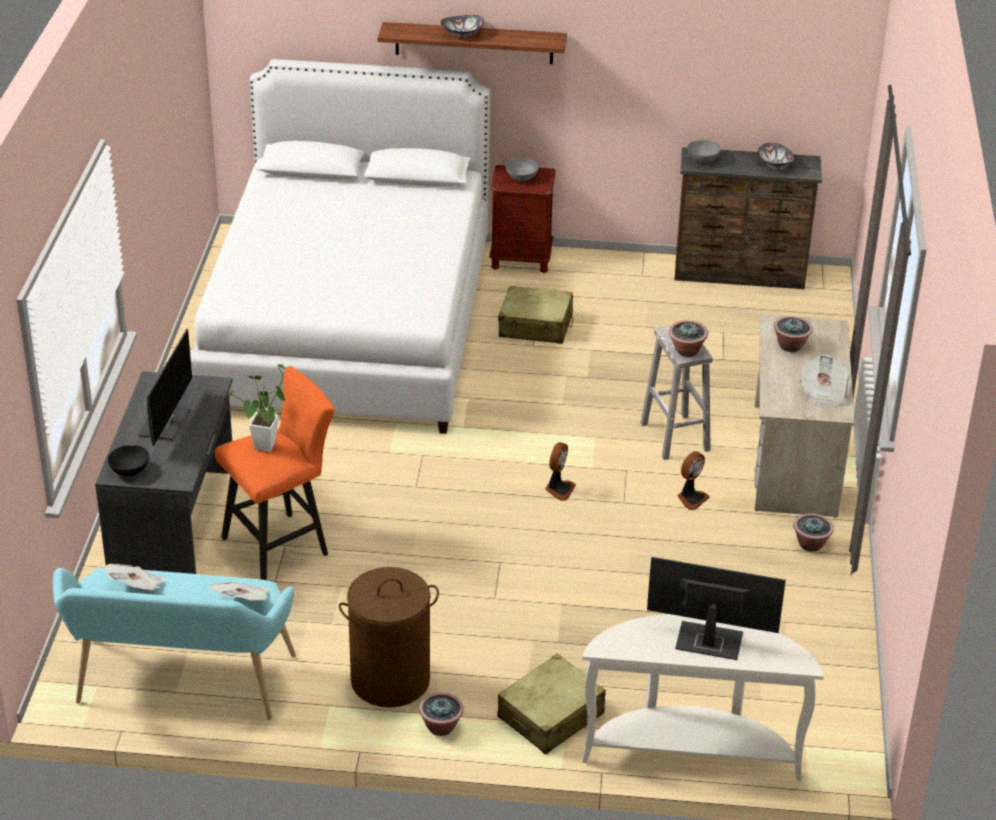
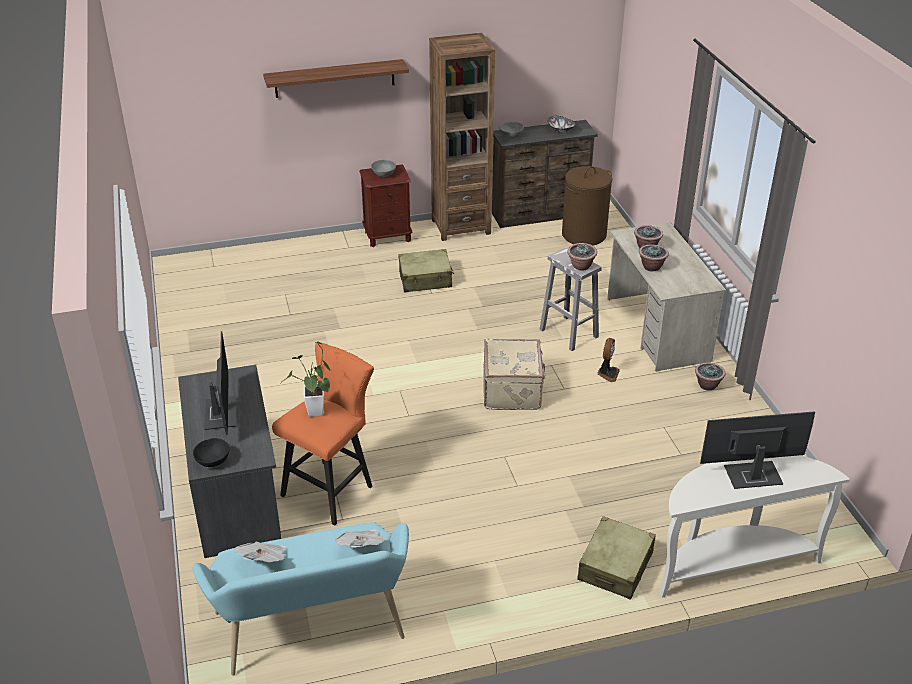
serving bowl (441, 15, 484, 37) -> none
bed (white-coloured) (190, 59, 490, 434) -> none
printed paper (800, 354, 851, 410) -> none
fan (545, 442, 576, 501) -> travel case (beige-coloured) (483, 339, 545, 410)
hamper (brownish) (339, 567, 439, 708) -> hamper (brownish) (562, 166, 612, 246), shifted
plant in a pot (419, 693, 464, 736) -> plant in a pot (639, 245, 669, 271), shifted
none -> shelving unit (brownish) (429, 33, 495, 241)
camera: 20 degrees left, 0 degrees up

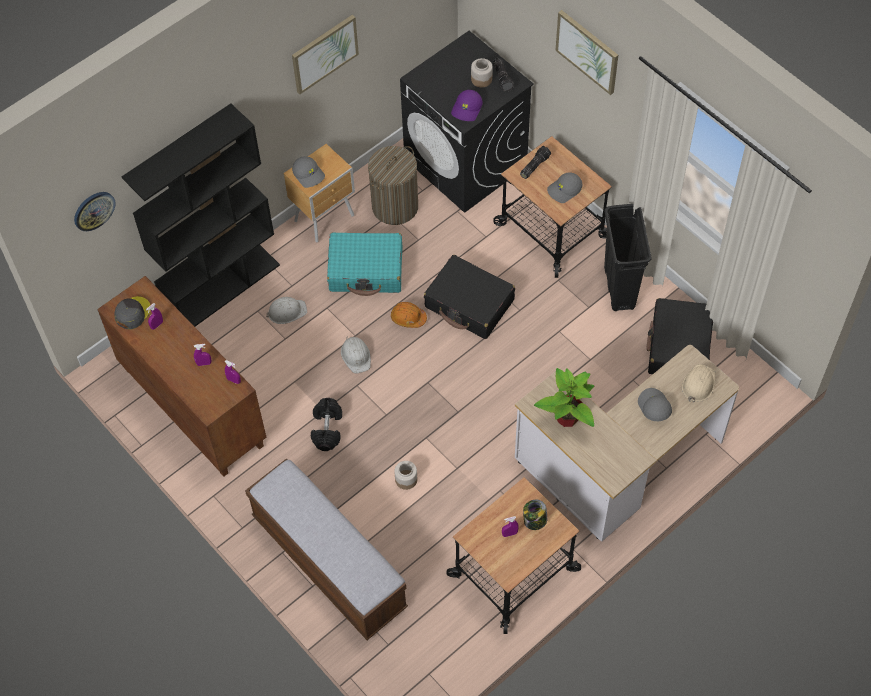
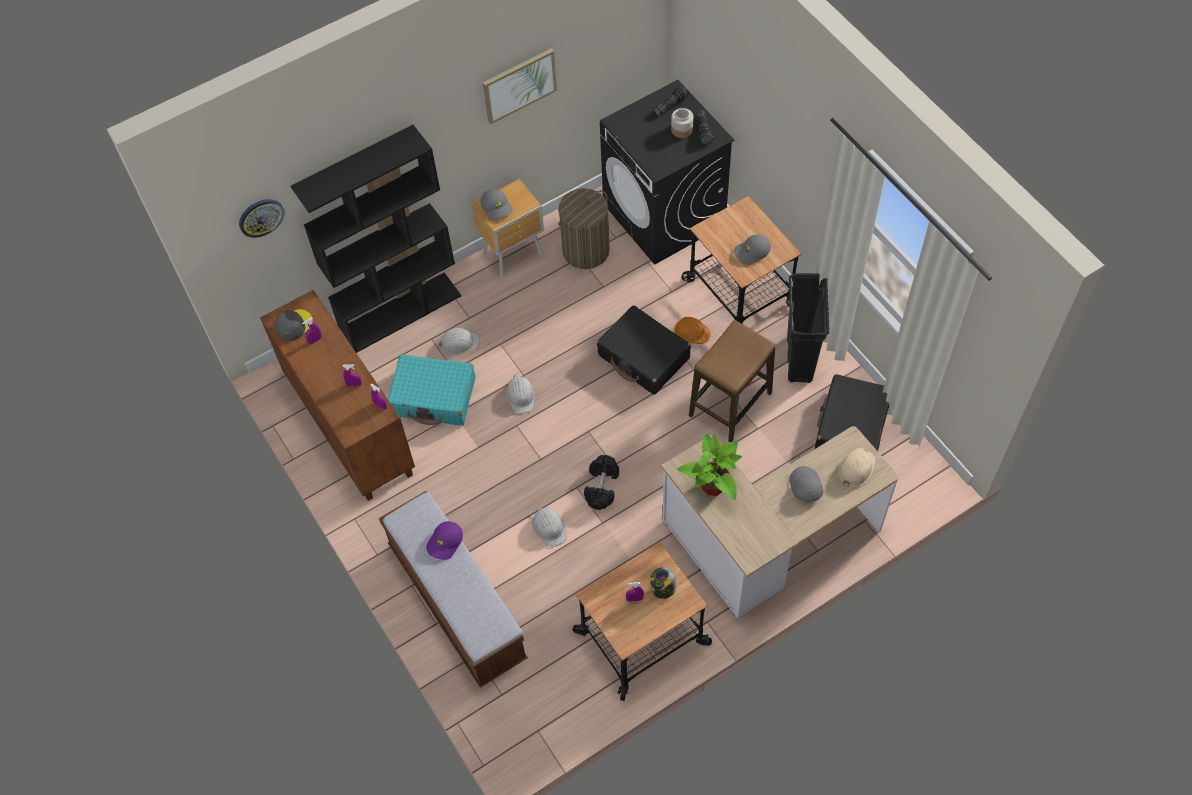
wall art (555, 10, 618, 95) -> none
baseball cap (purple) (451, 90, 482, 121) -> baseball cap (purple) (426, 521, 463, 560), shifted
hand torch (520, 146, 551, 179) -> hand torch (654, 85, 689, 116), shifted
travel case (blue-green) (327, 232, 402, 296) -> travel case (blue-green) (388, 354, 475, 426), shifted
safety helmet (orangey) (391, 302, 427, 328) -> safety helmet (orangey) (675, 317, 711, 344), shifted
dumbbell (black) (311, 398, 342, 451) -> dumbbell (black) (584, 455, 619, 510), shifted
jar (394, 461, 417, 490) -> safety helmet (white-coloured) (532, 508, 567, 547)
none -> sitting stool (689, 320, 775, 442)
camera: 10 degrees right, 0 degrees up

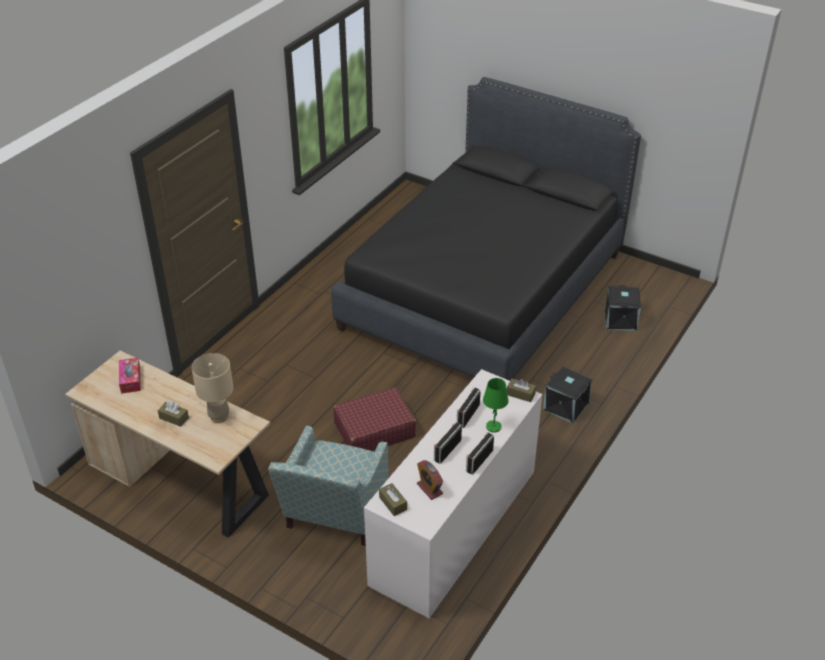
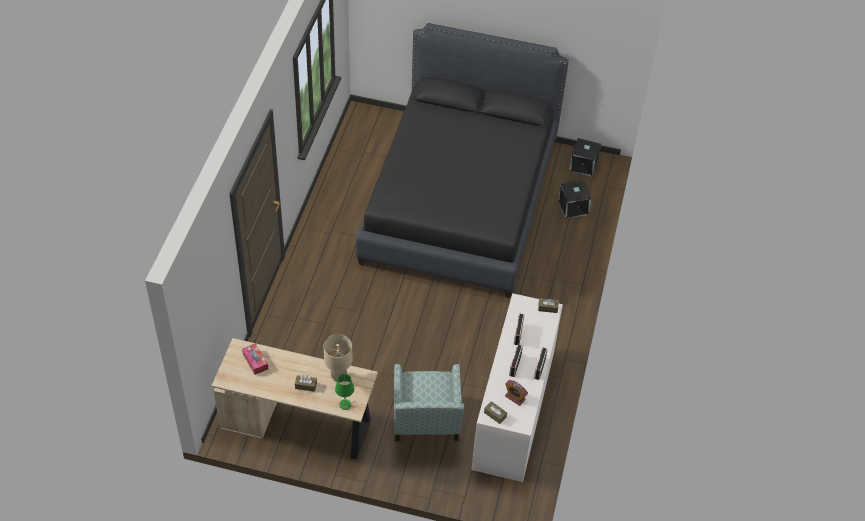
storage bin (black) (543, 367, 592, 423) -> storage bin (black) (569, 138, 601, 176), shifted
tabletop lamp (green) (483, 378, 508, 433) -> tabletop lamp (green) (335, 374, 354, 410), shifted
travel case (red-coloured) (333, 387, 416, 451) -> none
camera: 20 degrees left, 10 degrees up

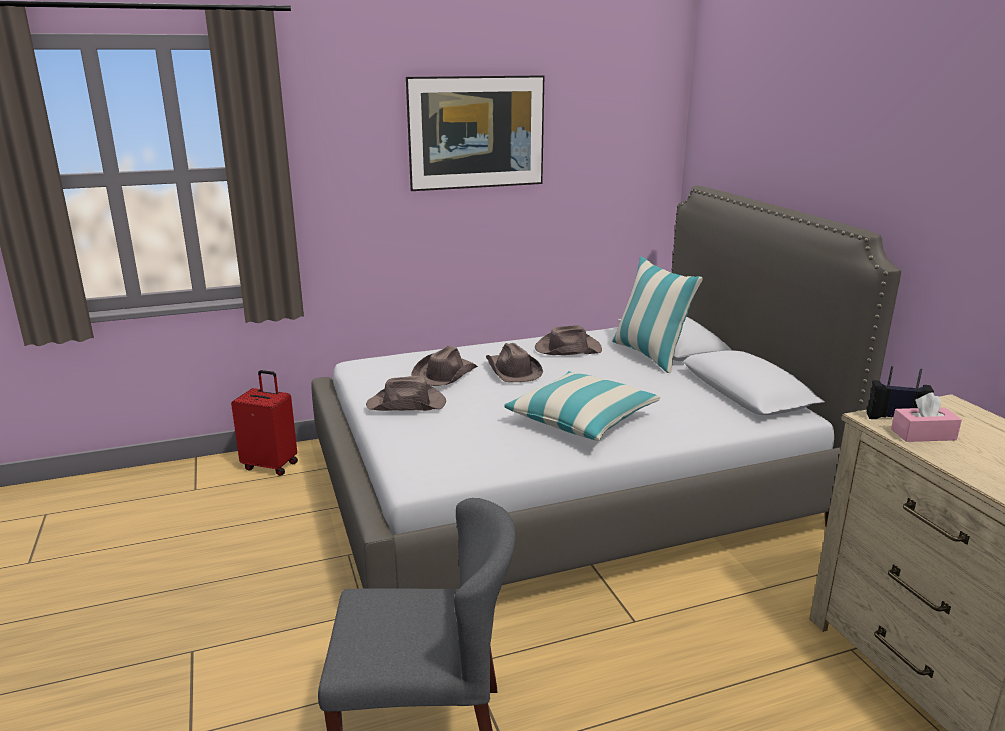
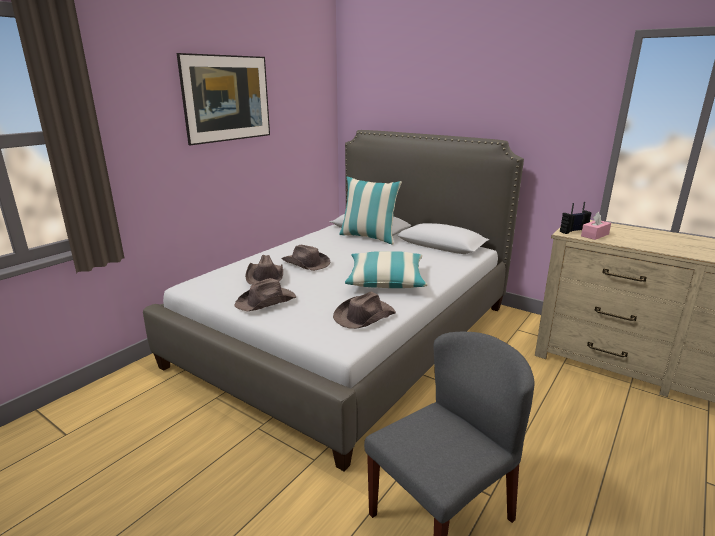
hat (brownish) (535, 325, 602, 355) -> hat (brownish) (333, 292, 396, 329), shifted
travel case (red-coloured) (231, 370, 298, 476) -> none
camera: 35 degrees left, 0 degrees up

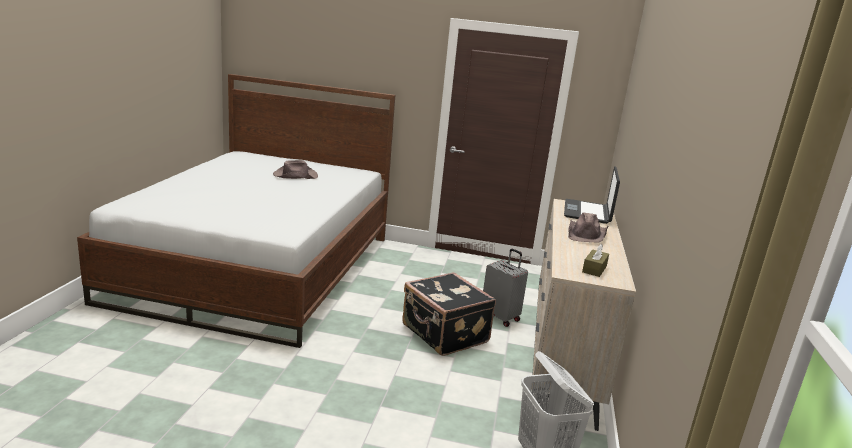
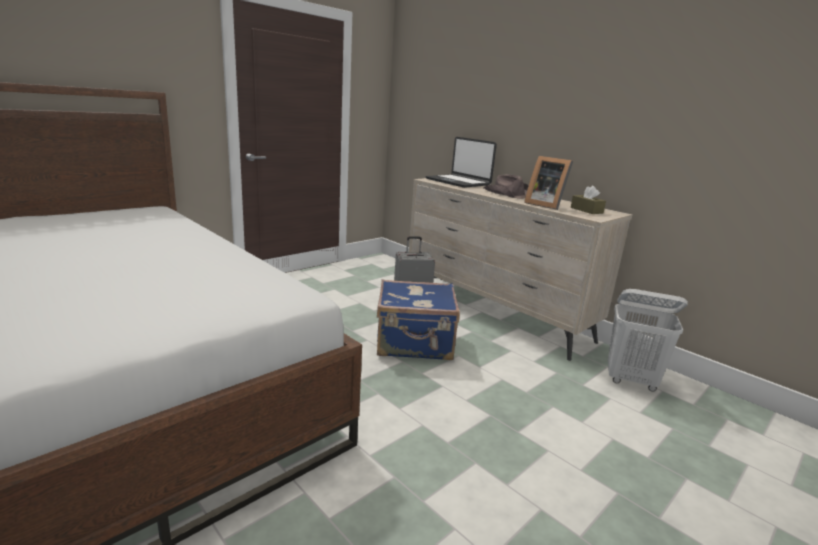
hat (brownish) (273, 160, 318, 179) -> none
travel case (black) (402, 272, 496, 356) -> travel case (bluish) (377, 279, 460, 360)
none -> picture frame (524, 156, 573, 210)
camera: 55 degrees left, 0 degrees up

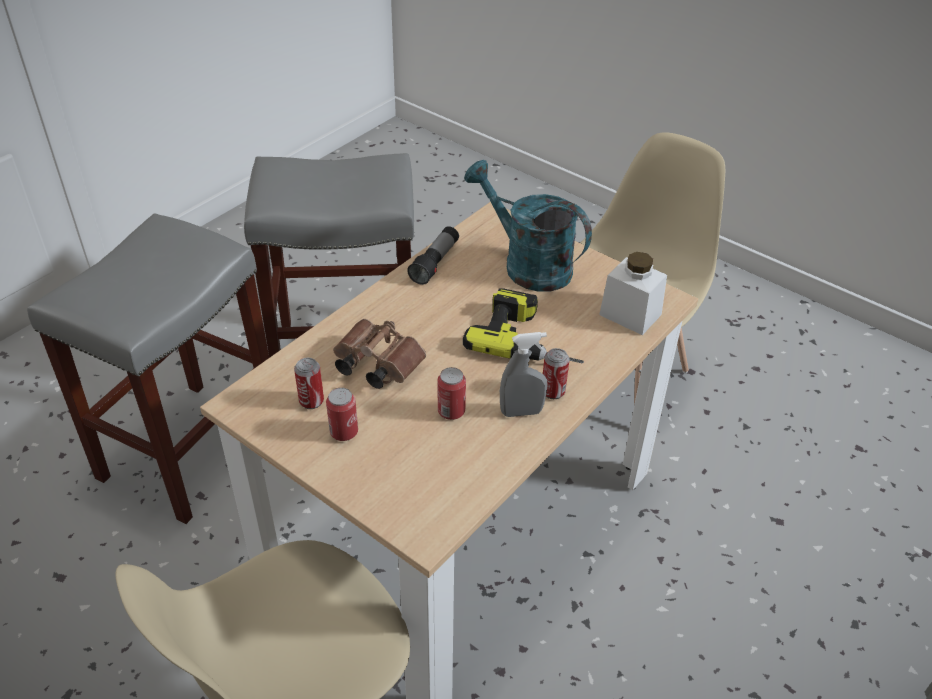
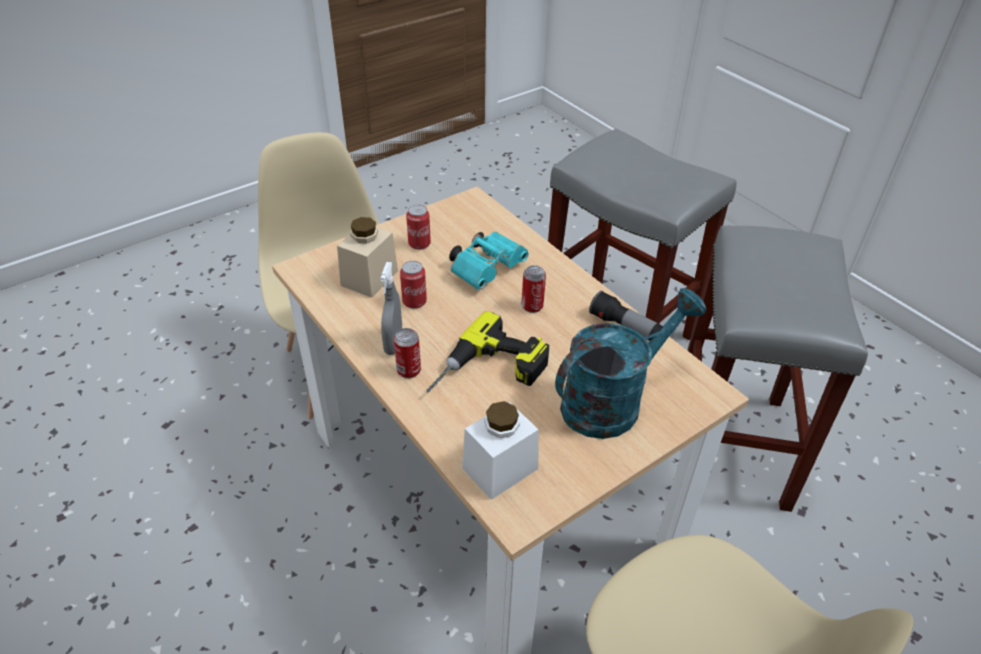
binoculars (brownish) (333, 319, 426, 389) -> binoculars (blue-green) (449, 232, 529, 290)
sealed can (294, 358, 324, 409) -> sealed can (522, 265, 546, 313), shifted
none -> jar (beige-coloured) (337, 217, 398, 298)
camera: 105 degrees right, 0 degrees up

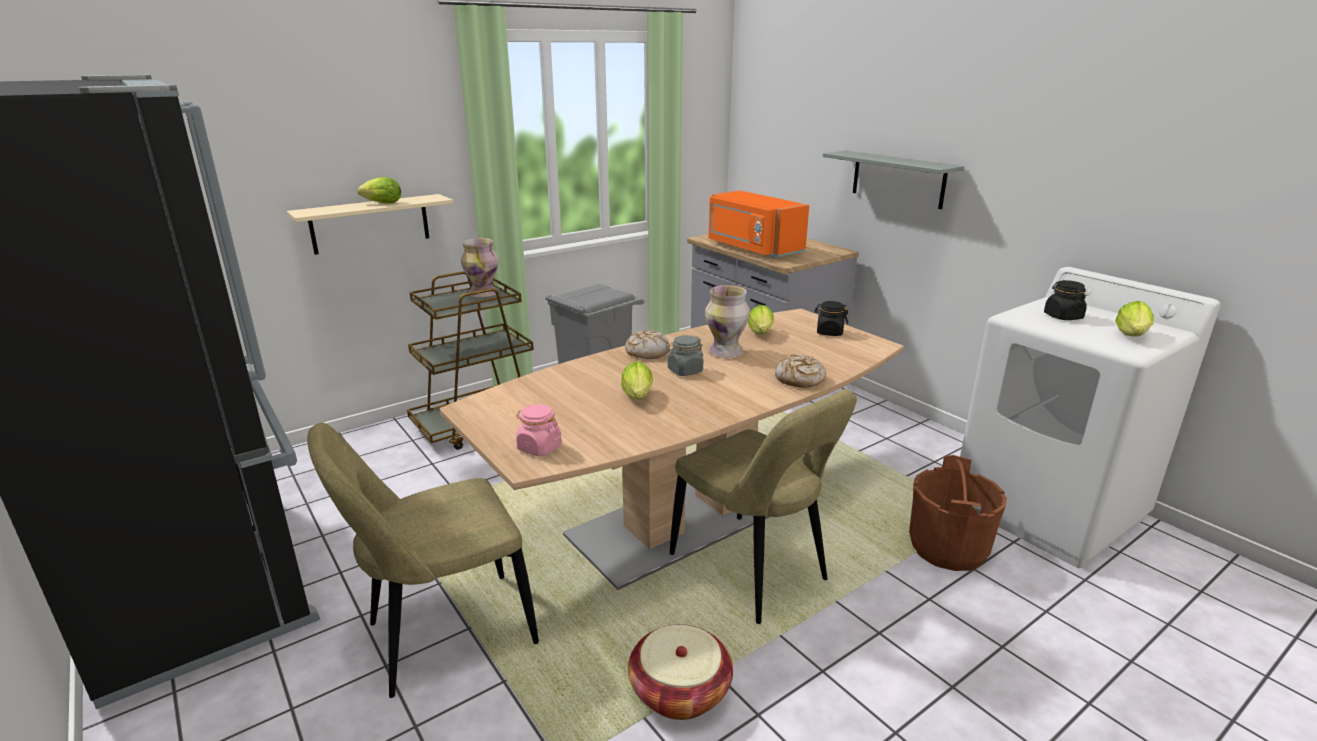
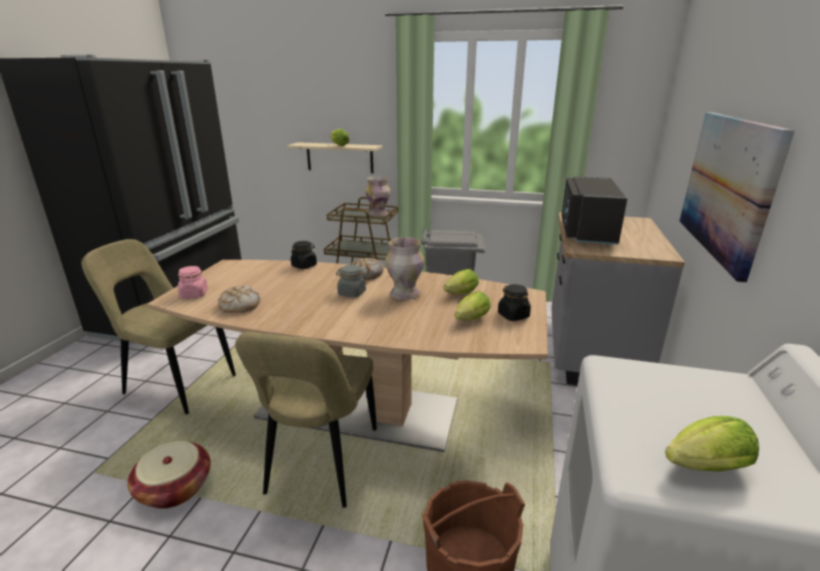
wall shelf (greyish) (823, 151, 964, 209) -> wall art (679, 112, 795, 283)
microwave oven (orangey) (709, 190, 809, 258) -> microwave oven (black) (562, 177, 627, 245)
jar (black) (1044, 280, 1087, 320) -> jar (black) (291, 241, 317, 269), shifted
bakery bread (775, 354, 826, 388) -> bakery bread (218, 286, 260, 313), shifted
head of lettuce (621, 361, 653, 400) -> head of lettuce (455, 291, 491, 321), shifted
camera: 50 degrees right, 0 degrees up

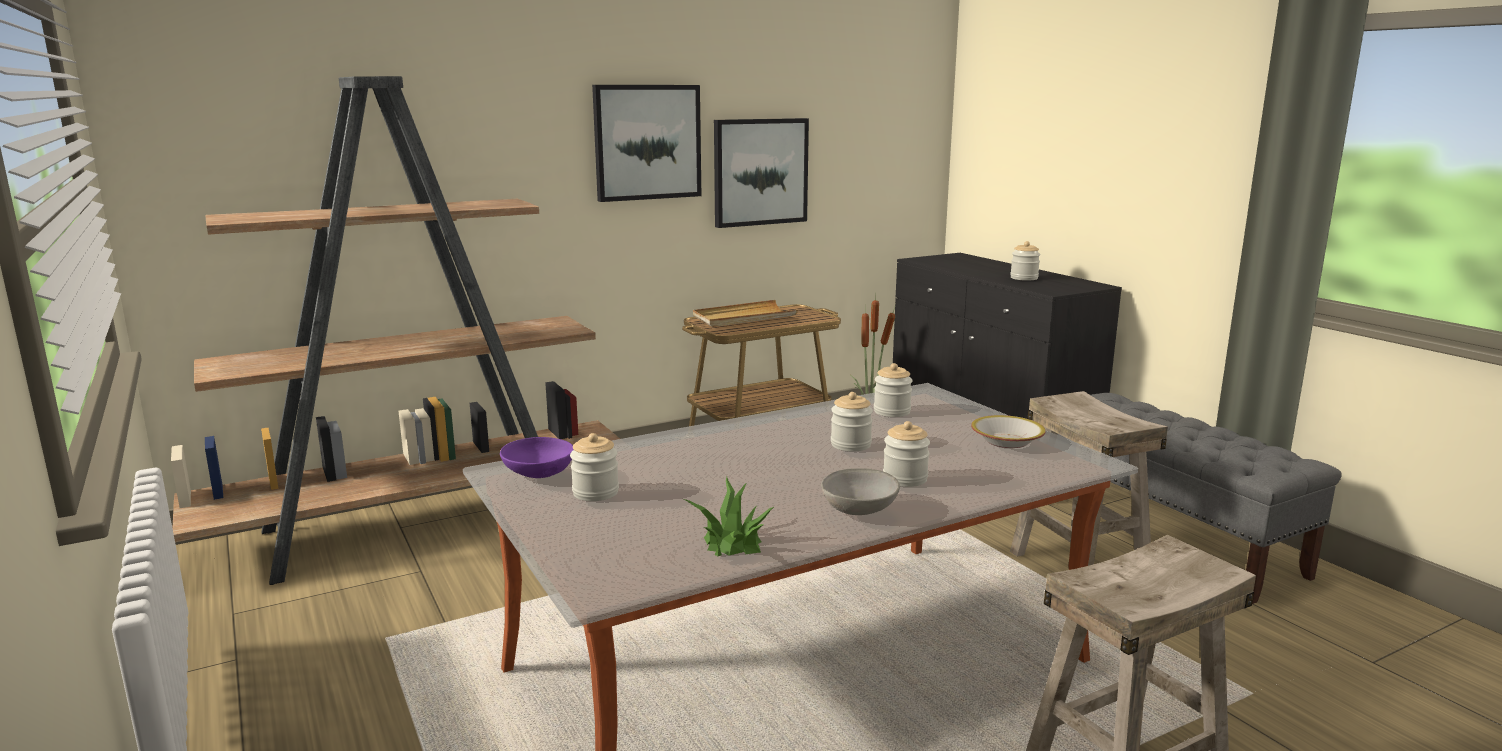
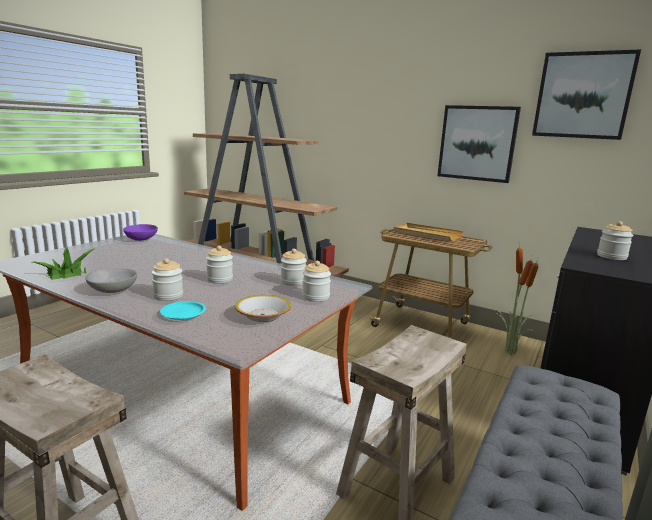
wall art (592, 85, 701, 202) -> wall art (532, 49, 641, 140), shifted
jar (570, 433, 619, 501) -> jar (302, 261, 331, 302), shifted
none -> flat dish (blue-green) (160, 301, 206, 320)
camera: 60 degrees right, 0 degrees up

